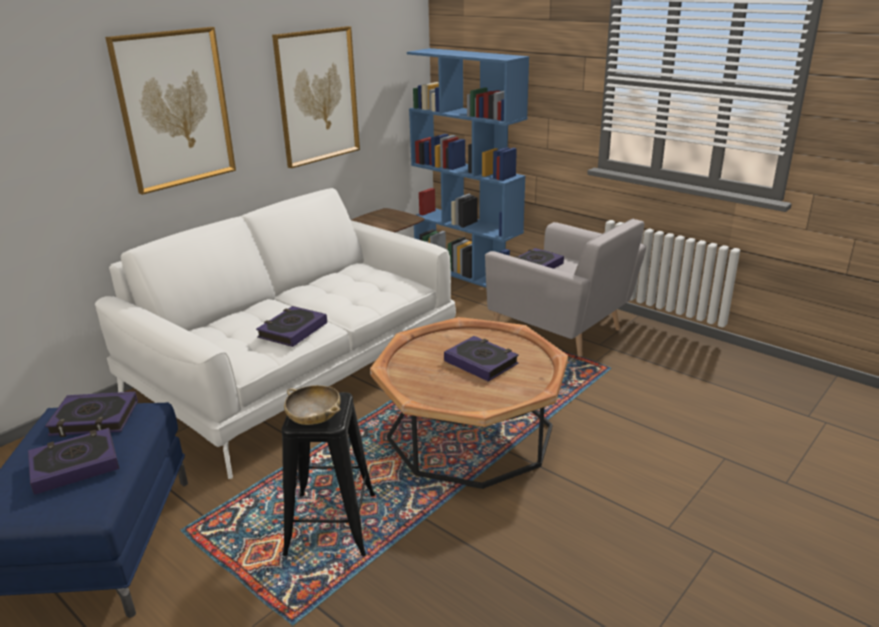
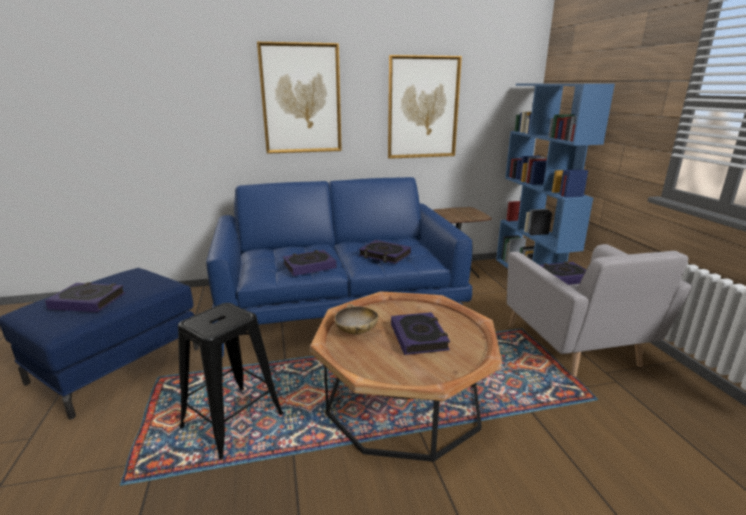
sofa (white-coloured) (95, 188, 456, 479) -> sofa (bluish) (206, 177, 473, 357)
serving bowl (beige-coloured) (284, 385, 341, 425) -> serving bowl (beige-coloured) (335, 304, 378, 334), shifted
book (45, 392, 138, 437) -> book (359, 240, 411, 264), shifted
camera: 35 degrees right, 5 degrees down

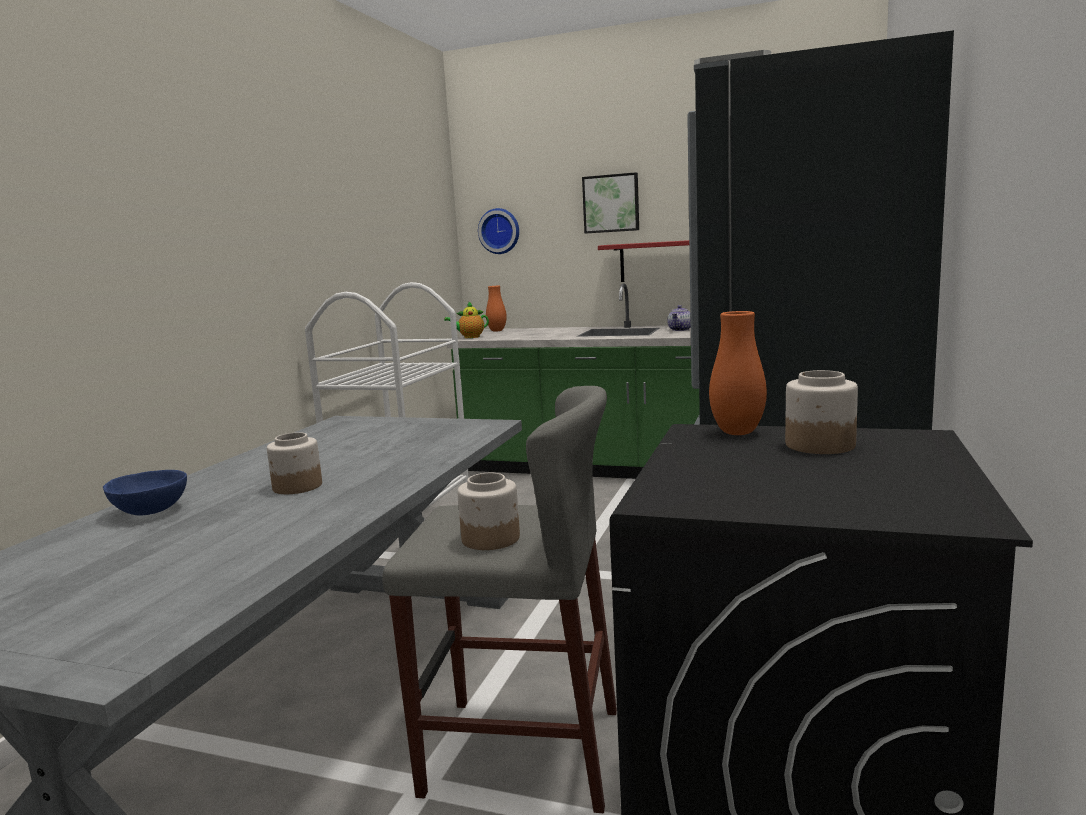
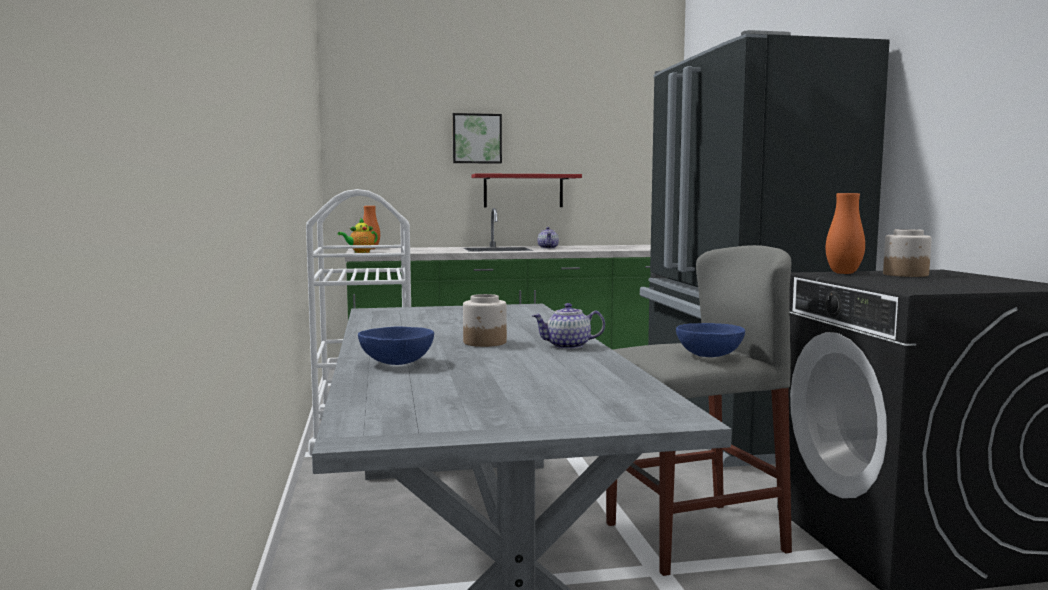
hanging clock (478, 208, 519, 254) -> none
jar (457, 473, 520, 550) -> serving bowl (bluish) (676, 323, 745, 357)
none -> pot for tea (532, 303, 605, 349)
camera: 30 degrees left, 5 degrees down

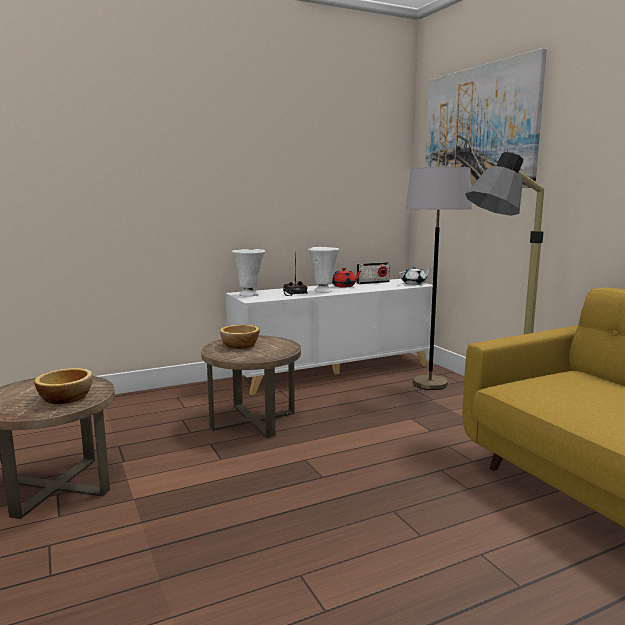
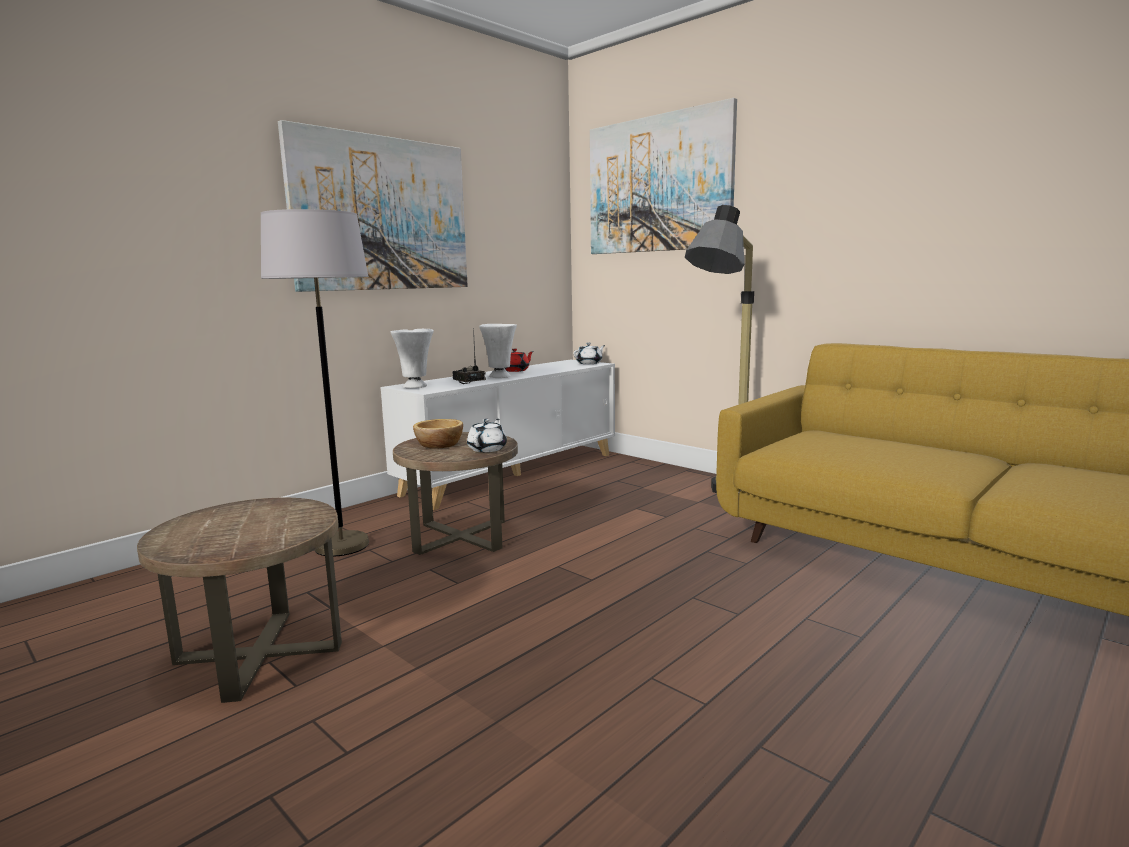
standing lamp (greyish) (405, 167, 472, 390) -> standing lamp (greyish) (261, 209, 369, 557), shifted
radio receiver (356, 262, 390, 284) -> none
serving bowl (34, 368, 93, 404) -> none
none -> wall art (278, 120, 468, 292)
none -> pot for tea (white-coloured) (467, 419, 507, 452)
camera: 20 degrees left, 0 degrees up

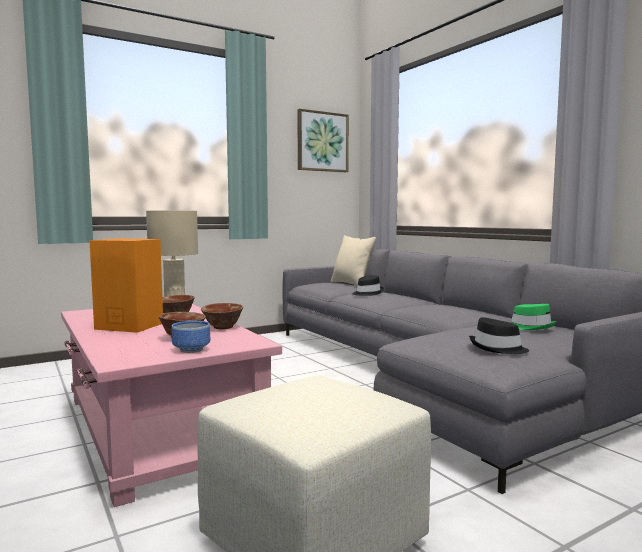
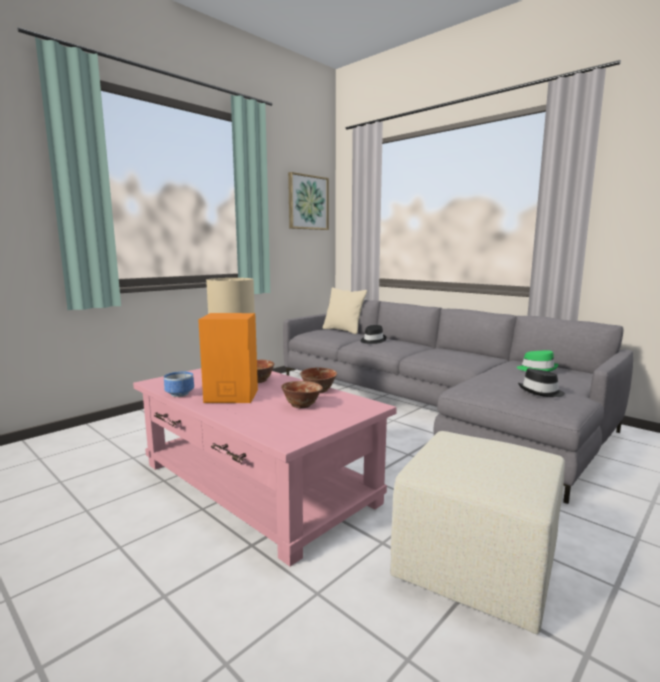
serving bowl (172, 321, 210, 353) -> serving bowl (164, 372, 194, 397), shifted
camera: 15 degrees left, 5 degrees up

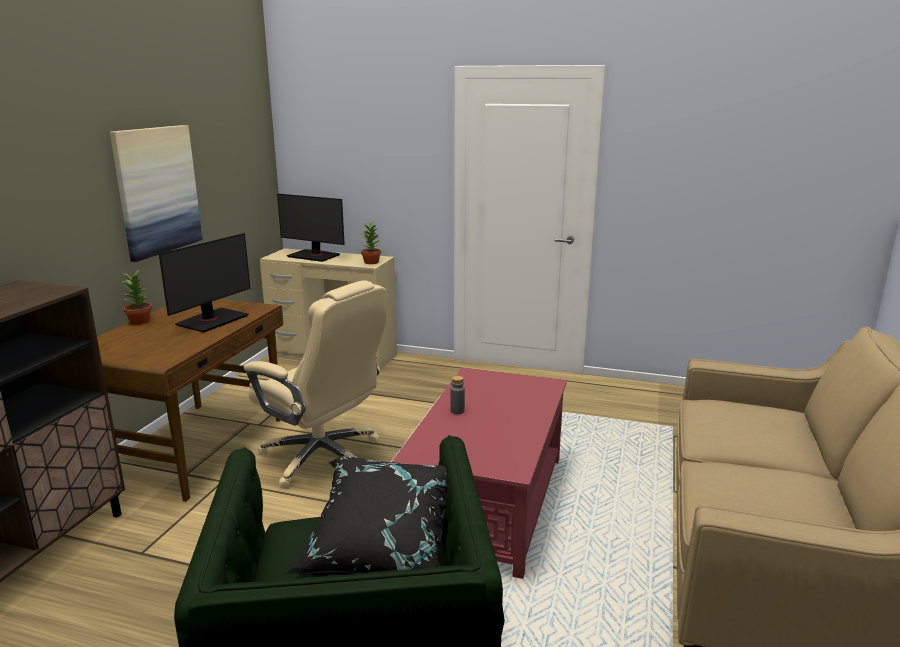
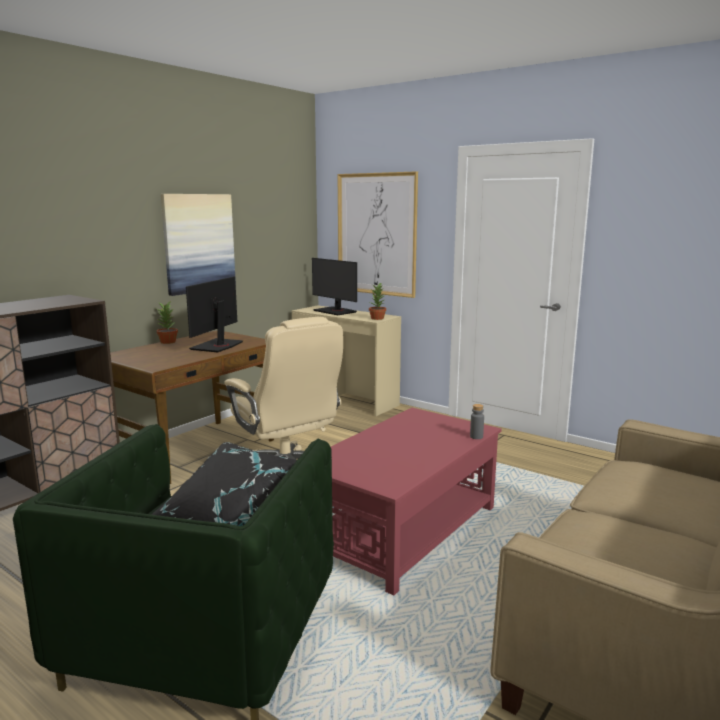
monitor (159, 233, 250, 332) -> monitor (186, 276, 244, 352), 150 degrees clockwise
beverage bottle (greyish) (450, 376, 465, 414) -> beverage bottle (greyish) (470, 404, 484, 439), shifted
none -> wall art (338, 172, 418, 298)
camera: 20 degrees right, 5 degrees down

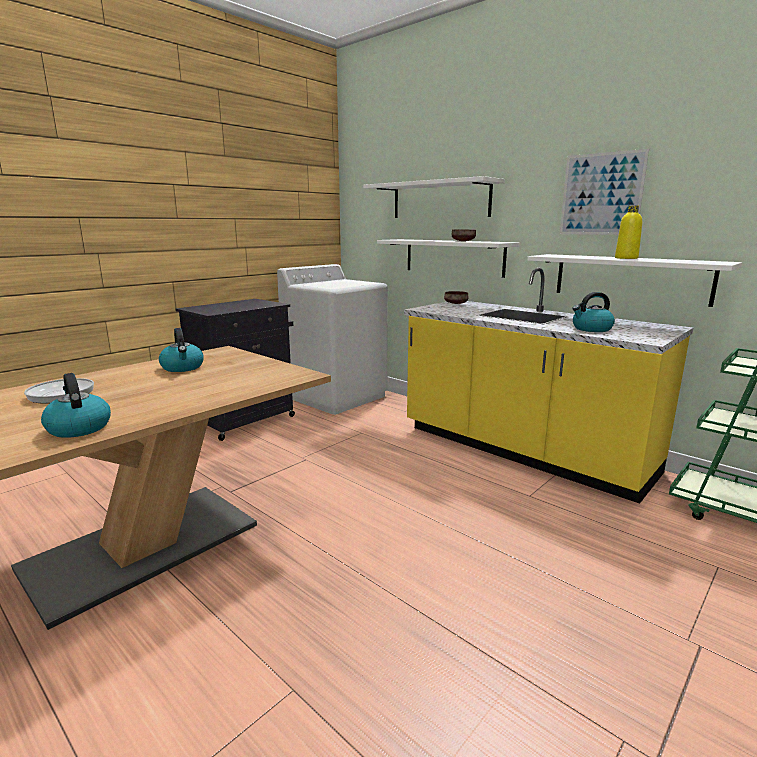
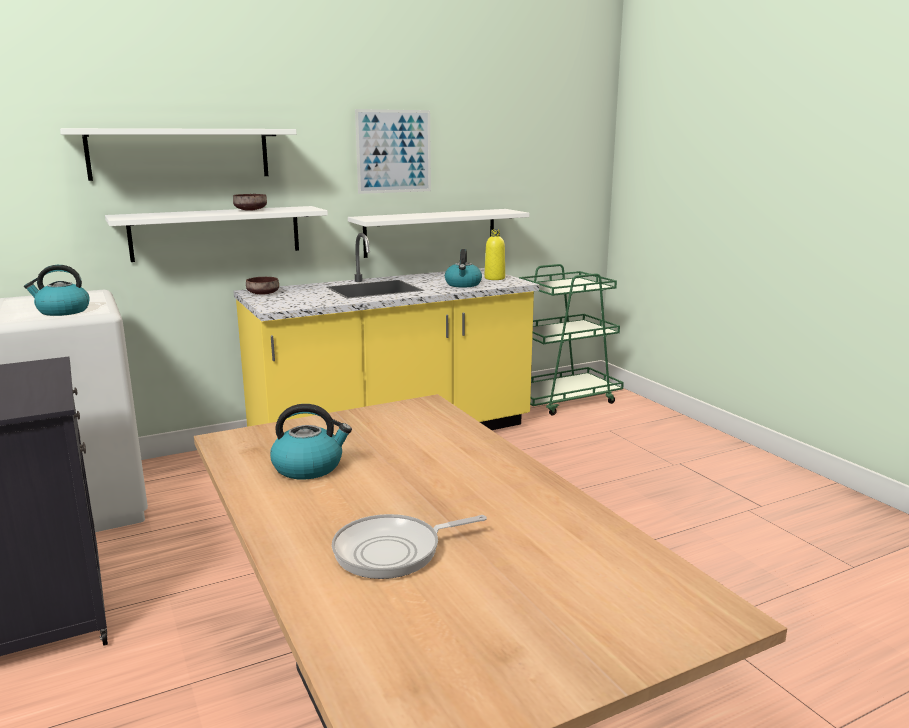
beverage bottle (yellow-coloured) (615, 205, 642, 259) -> beverage bottle (yellow-coloured) (484, 229, 505, 280), shifted
water kettle (41, 373, 111, 438) -> water kettle (24, 265, 90, 316), shifted
camera: 70 degrees left, 0 degrees up

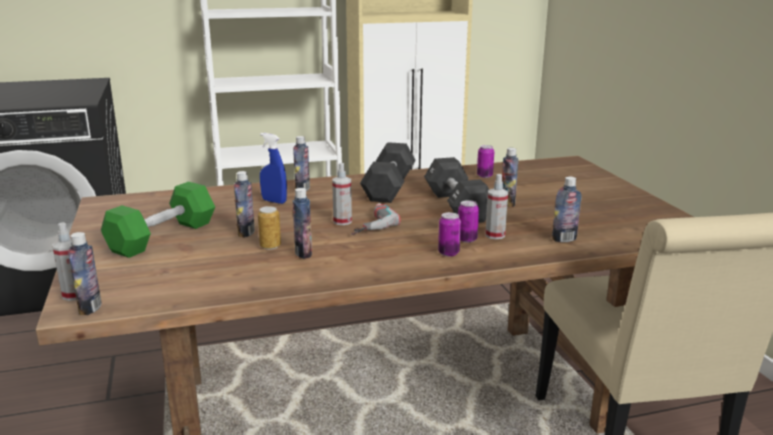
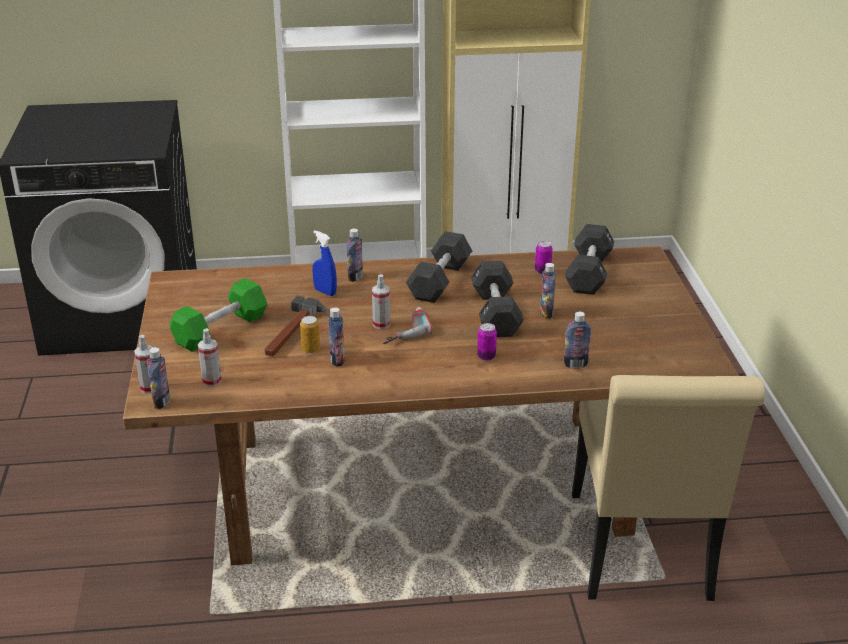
beverage bottle (234, 171, 255, 237) -> hand hammer (265, 296, 326, 357)
sprayer (485, 174, 508, 239) -> sprayer (198, 328, 222, 387), shifted
sealed can (438, 212, 461, 257) -> none
none -> dumbbell (black) (565, 224, 614, 295)
camera: 10 degrees right, 10 degrees up

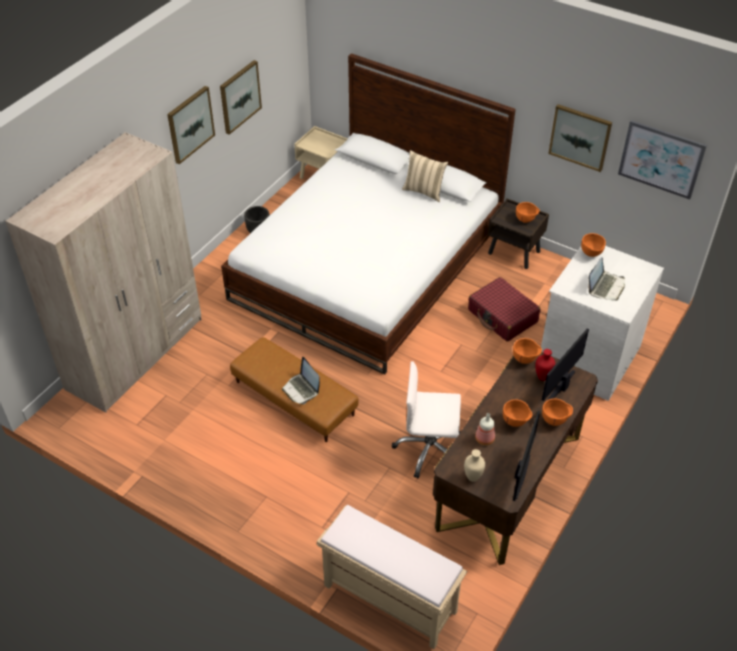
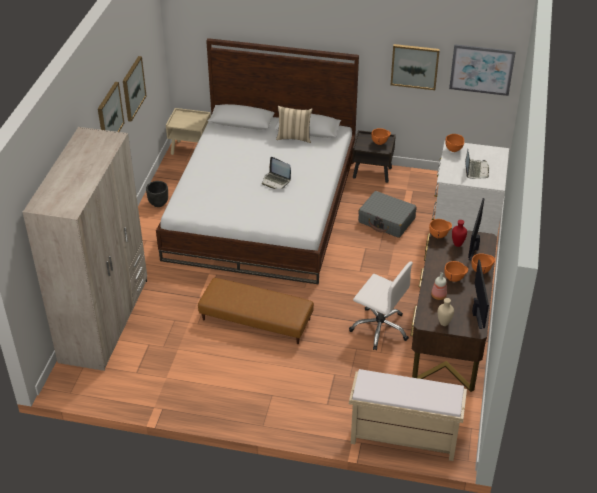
travel case (red-coloured) (468, 277, 541, 342) -> travel case (greyish) (358, 191, 417, 238)
notebook computer (282, 357, 320, 404) -> notebook computer (262, 157, 291, 189), shifted
office chair (white-coloured) (392, 361, 461, 478) -> office chair (white-coloured) (349, 261, 413, 351), 135 degrees counterclockwise
camera: 20 degrees left, 5 degrees down

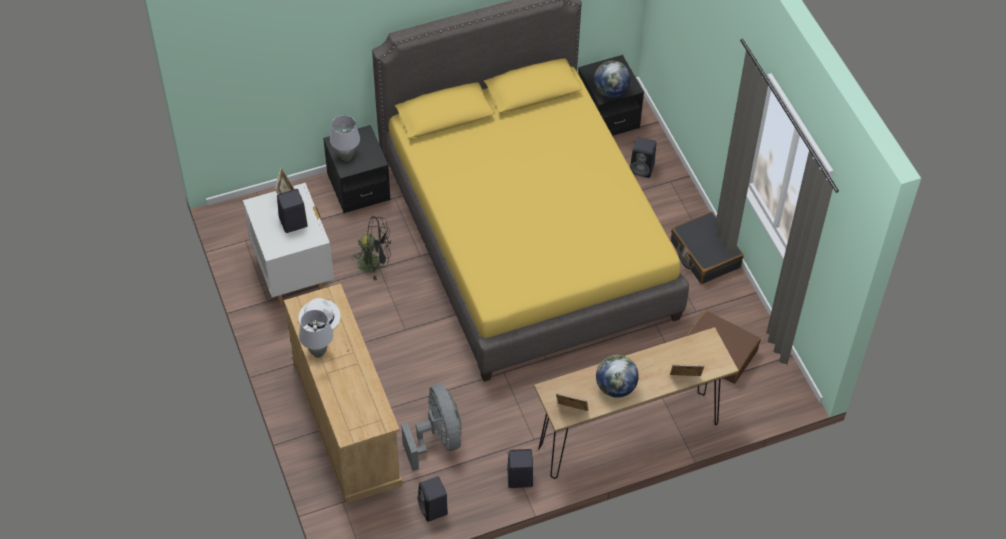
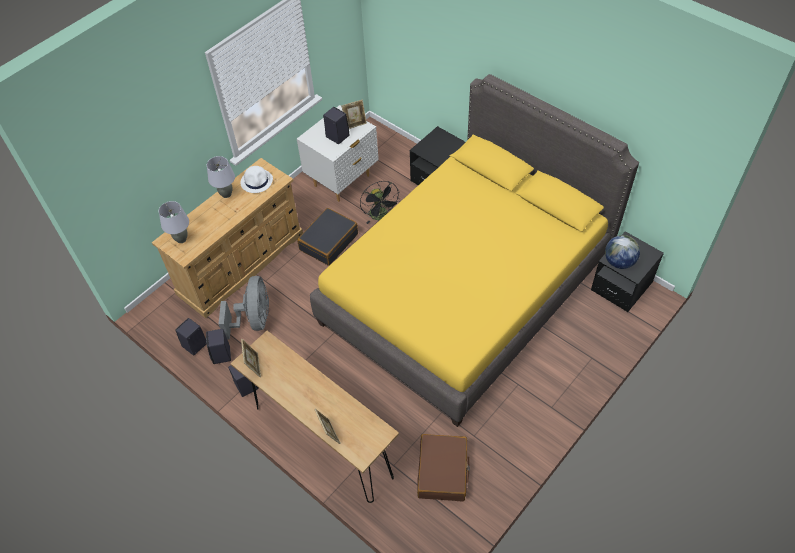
tabletop lamp (greyish) (330, 115, 360, 161) -> tabletop lamp (greyish) (159, 201, 189, 243), shifted
loudspeaker (black) (630, 137, 656, 178) -> loudspeaker (black) (206, 329, 231, 364), shifted
travel case (black) (671, 212, 744, 284) -> travel case (black) (297, 208, 358, 266), shifted
desk globe (596, 355, 639, 398) -> none
fan (greyish) (401, 384, 462, 471) -> fan (greyish) (219, 276, 269, 339), 45 degrees counterclockwise
camera: 65 degrees right, 0 degrees up

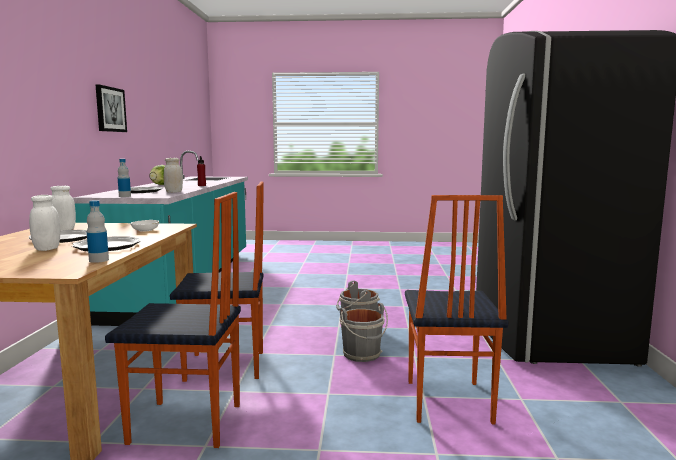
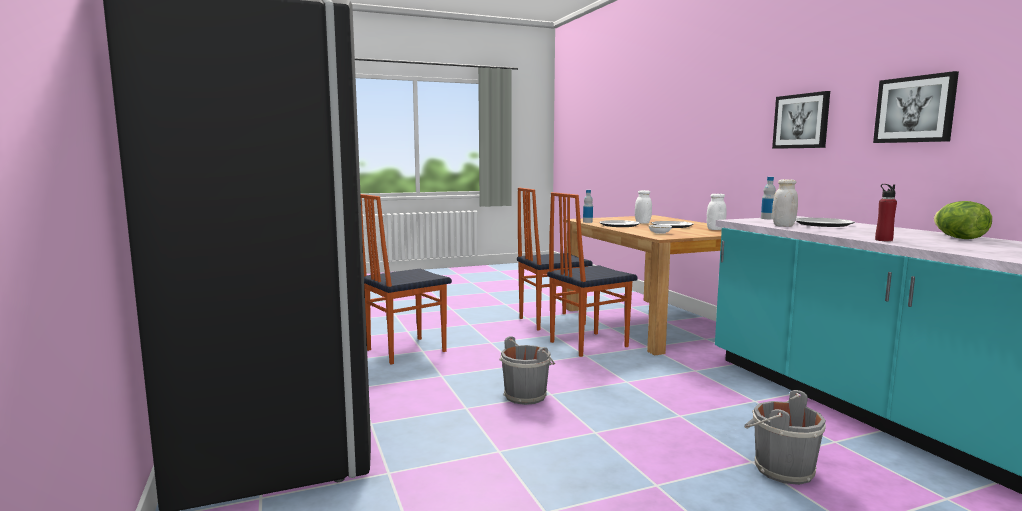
upright chair (405, 195, 508, 424) -> upright chair (361, 194, 452, 364), 105 degrees counterclockwise
bucket (greyish) (340, 303, 388, 362) -> bucket (greyish) (744, 390, 826, 485), shifted
none -> wall art (772, 91, 830, 149)
camera: 155 degrees right, 0 degrees up

